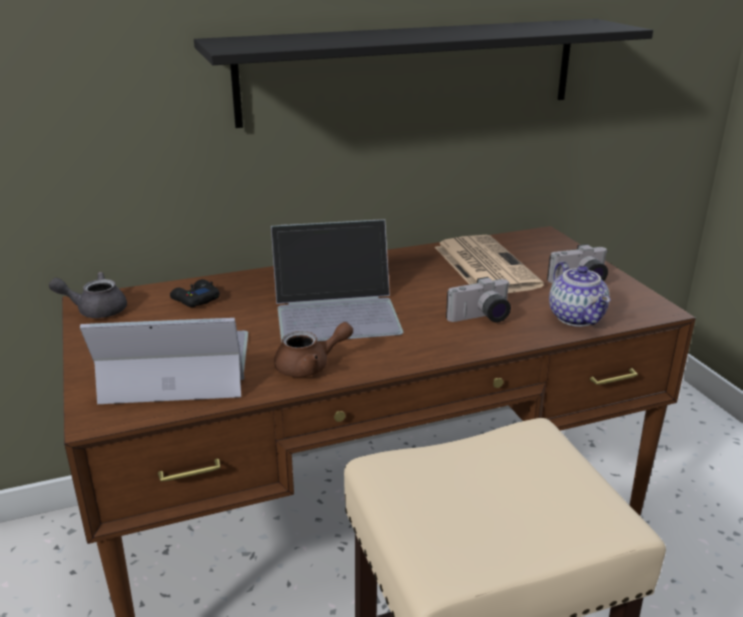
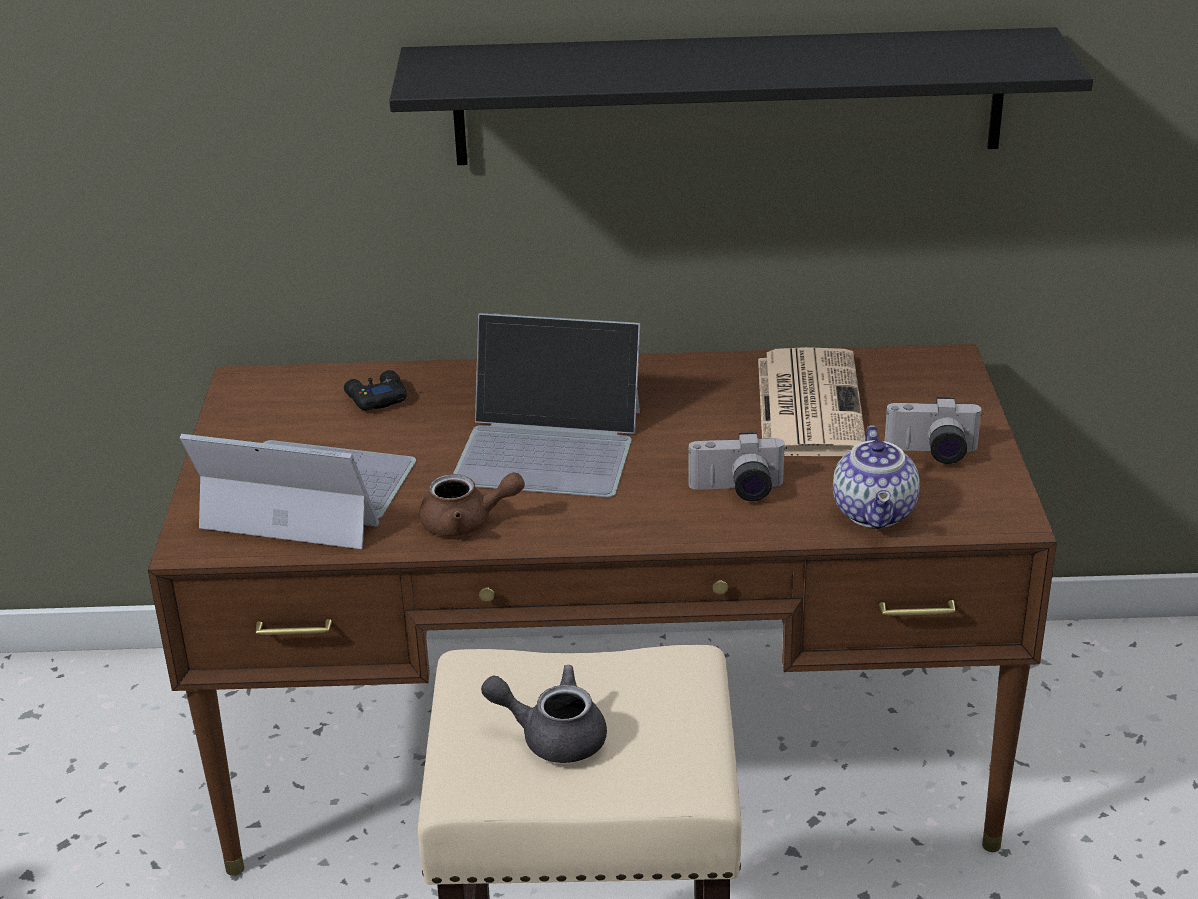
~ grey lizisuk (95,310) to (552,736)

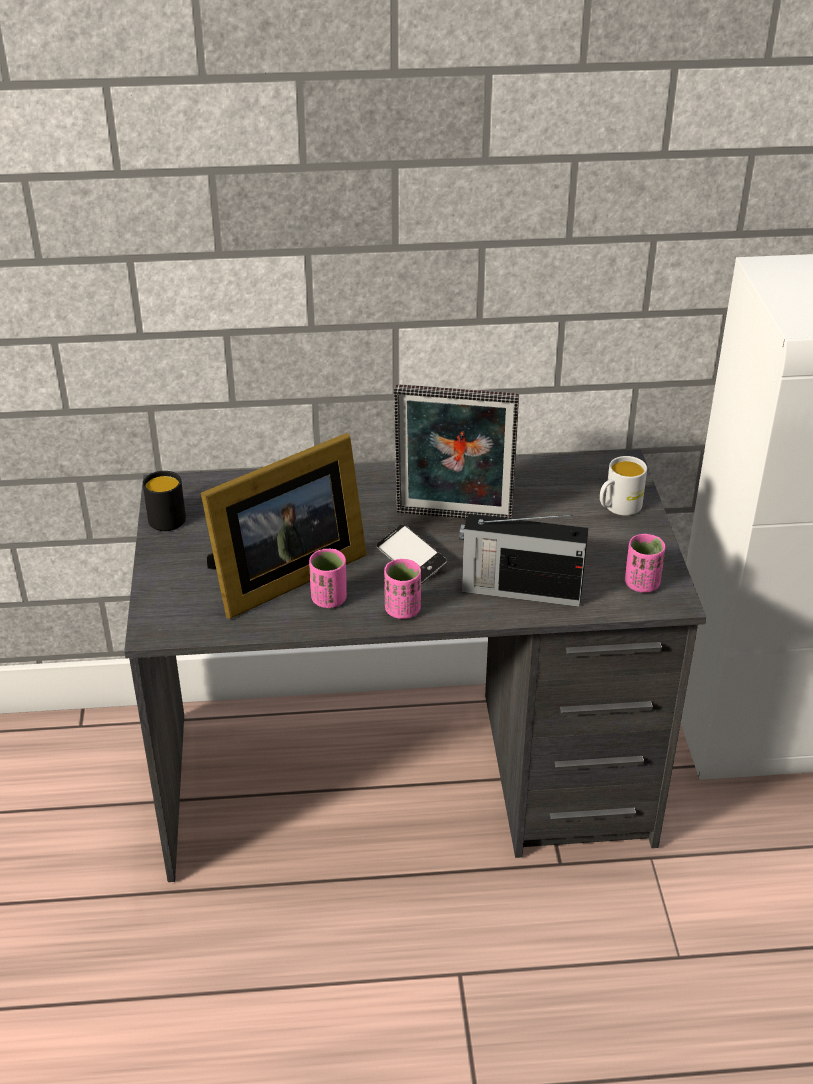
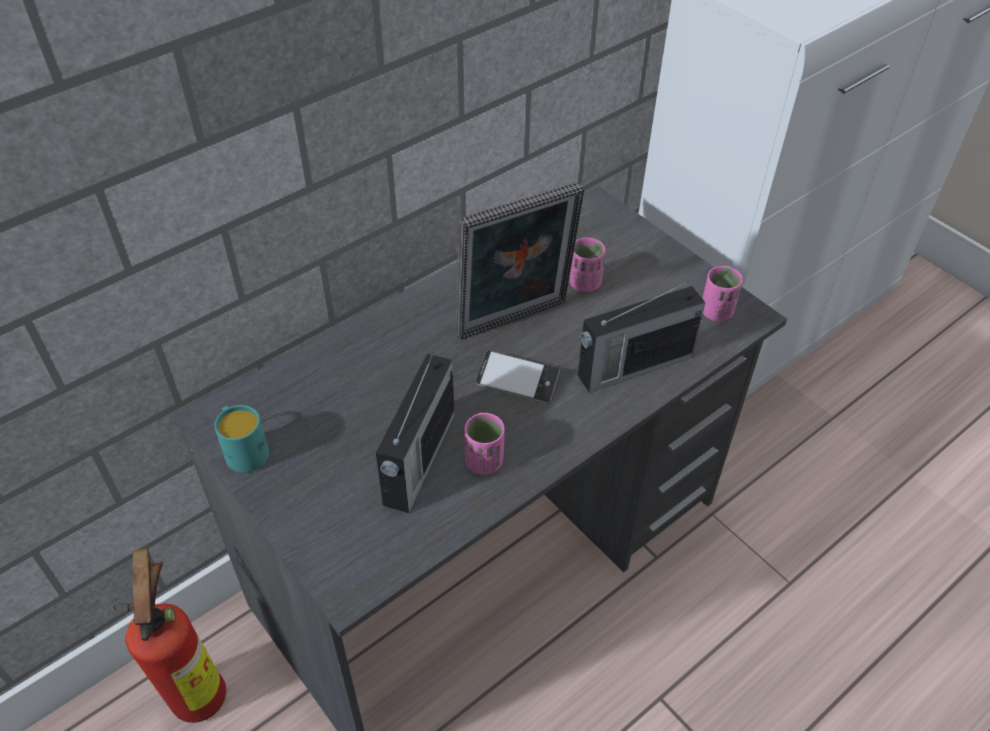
+ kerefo (200,689)
~ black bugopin (168,516) to turquoise bugopin (244,450)
~ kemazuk (281,576) to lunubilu (418,460)
~ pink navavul (402,610) to (584,283)
- white bugopin (618,507)

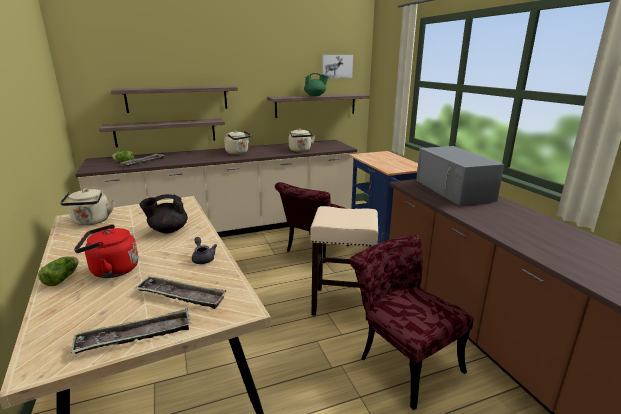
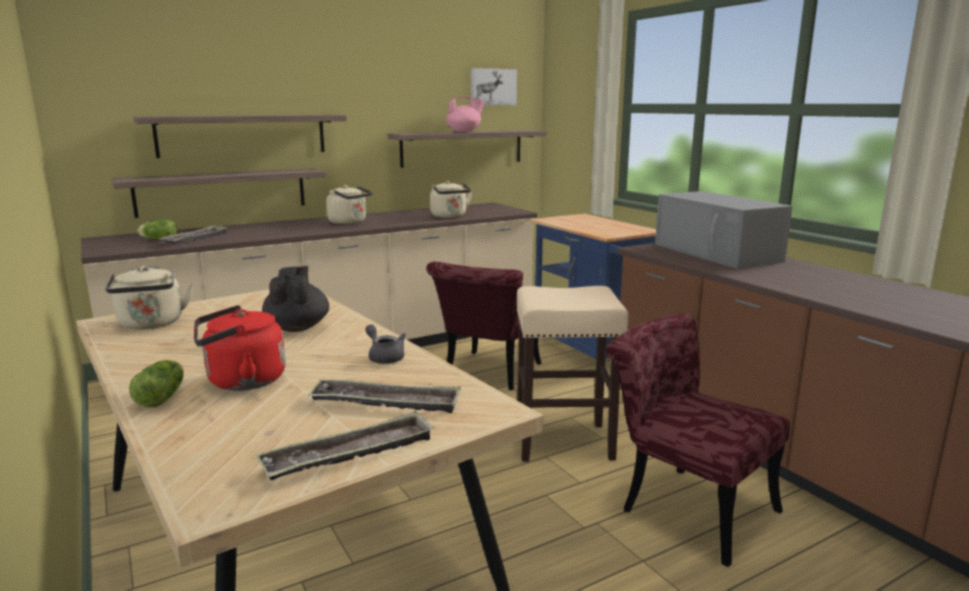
~ black lizisuk (168,230) = (297,327) 120 degrees clockwise
~ green lizisuk (315,96) to pink lizisuk (464,132)

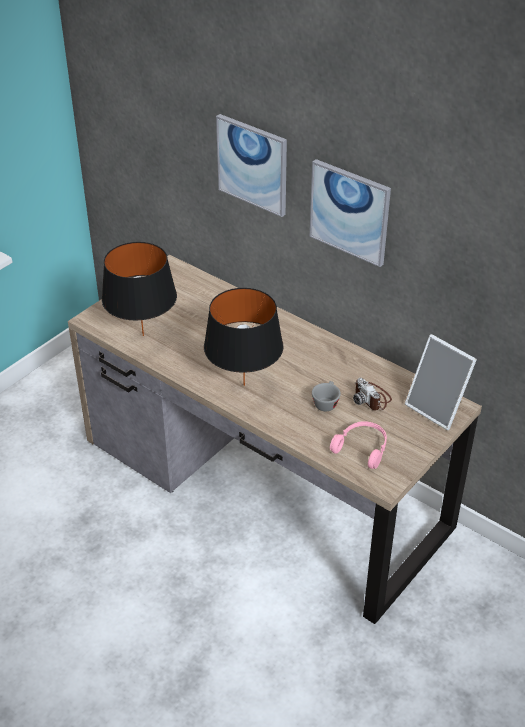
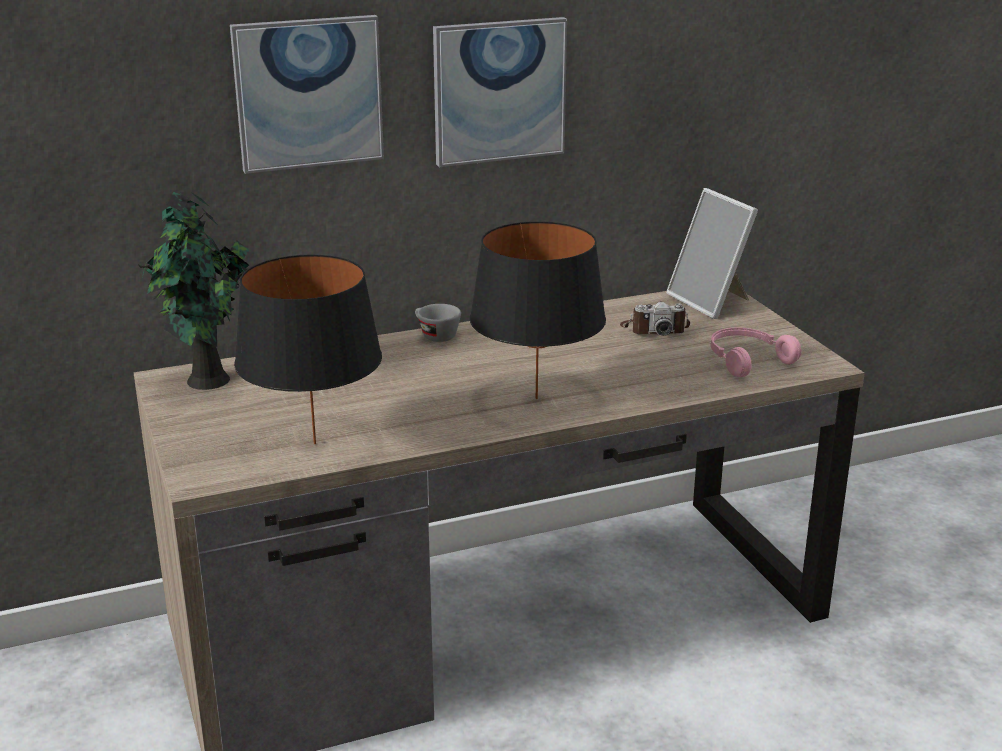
+ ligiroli (209,382)
~ grey navavul (326,402) to (434,335)
~ kemazuk (438,408) = (711,302) 75 degrees clockwise

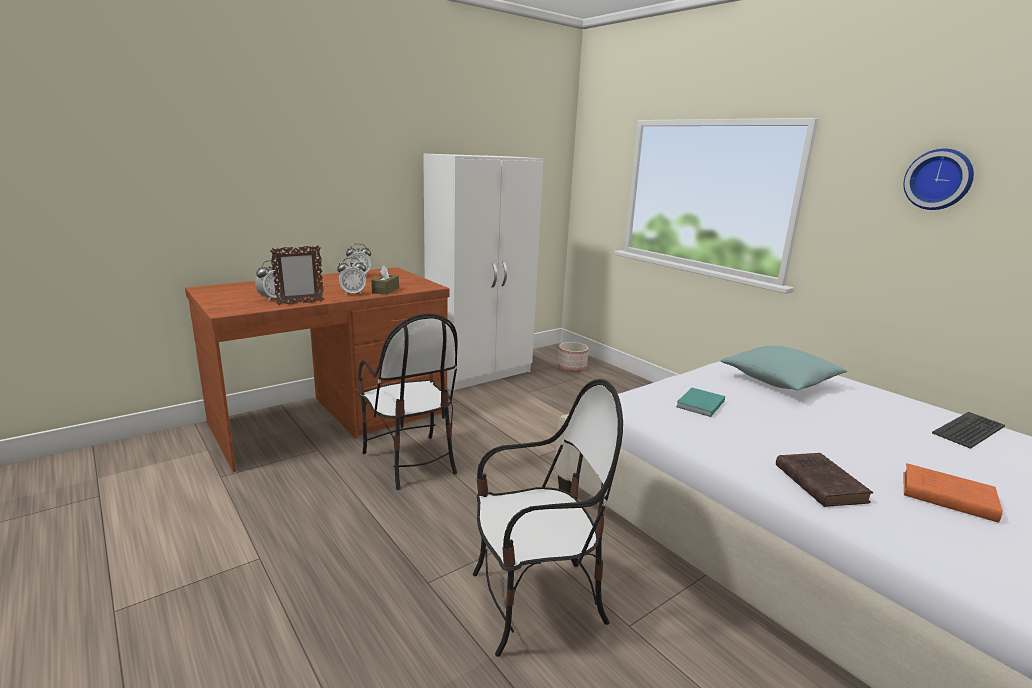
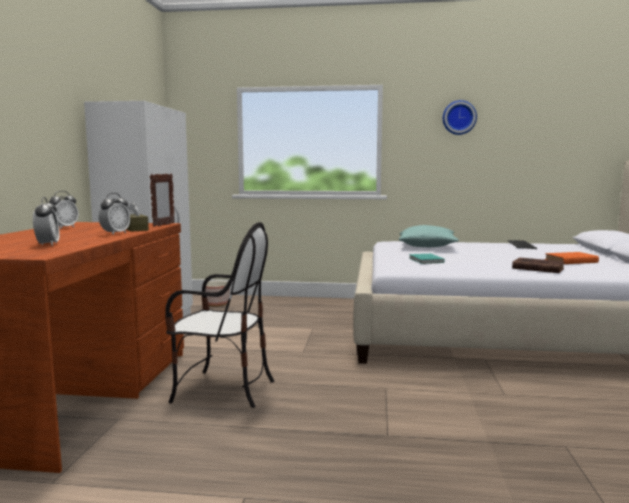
~ kemazuk (300,303) to (163,225)
- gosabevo (536,603)

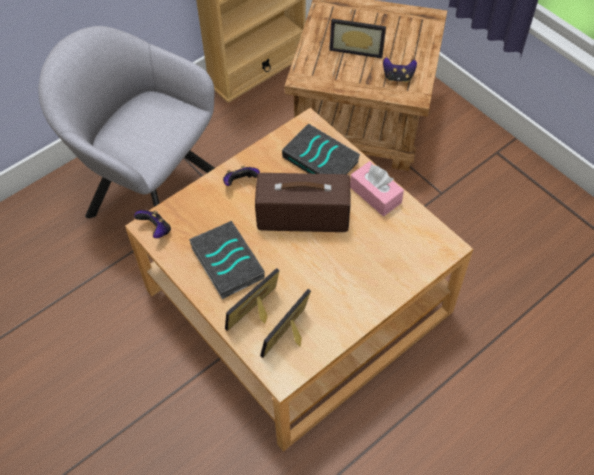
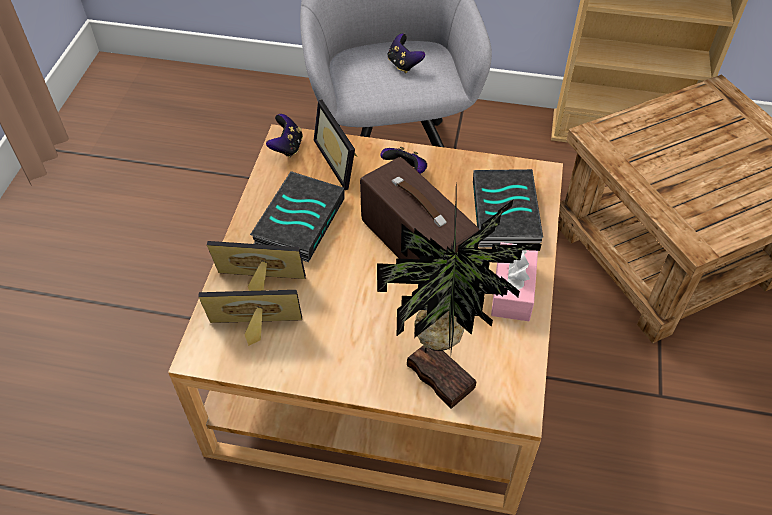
~ kemazuk (357,48) to (342,160)
+ ligiroli (442,373)
~ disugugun (398,77) to (404,64)

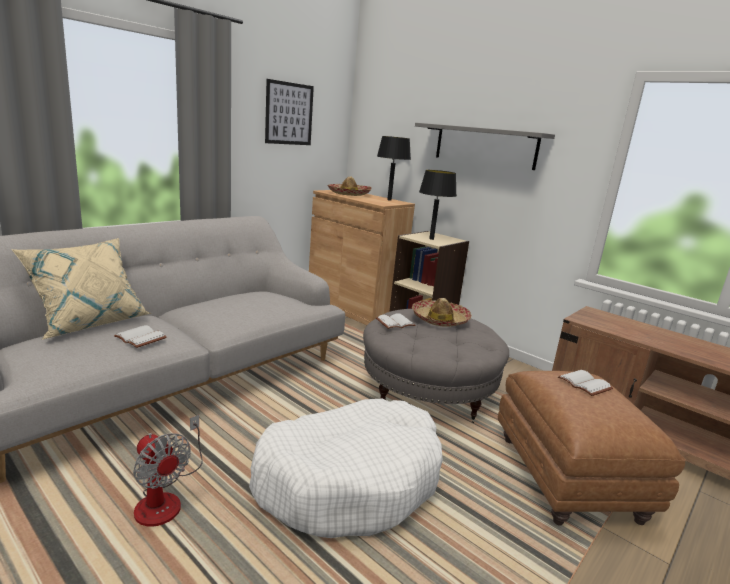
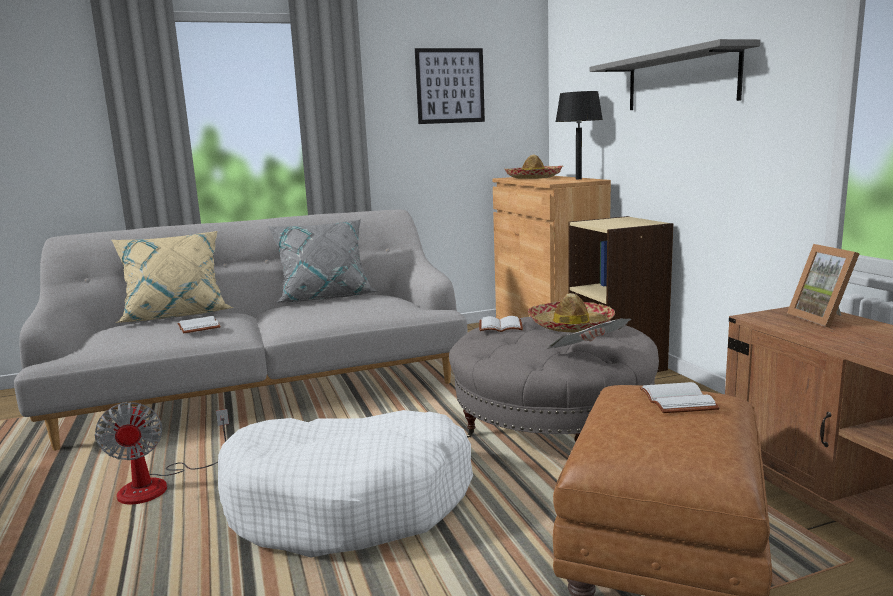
+ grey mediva (325,297)
+ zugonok (587,355)
+ kemazuk (824,319)
- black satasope (431,239)

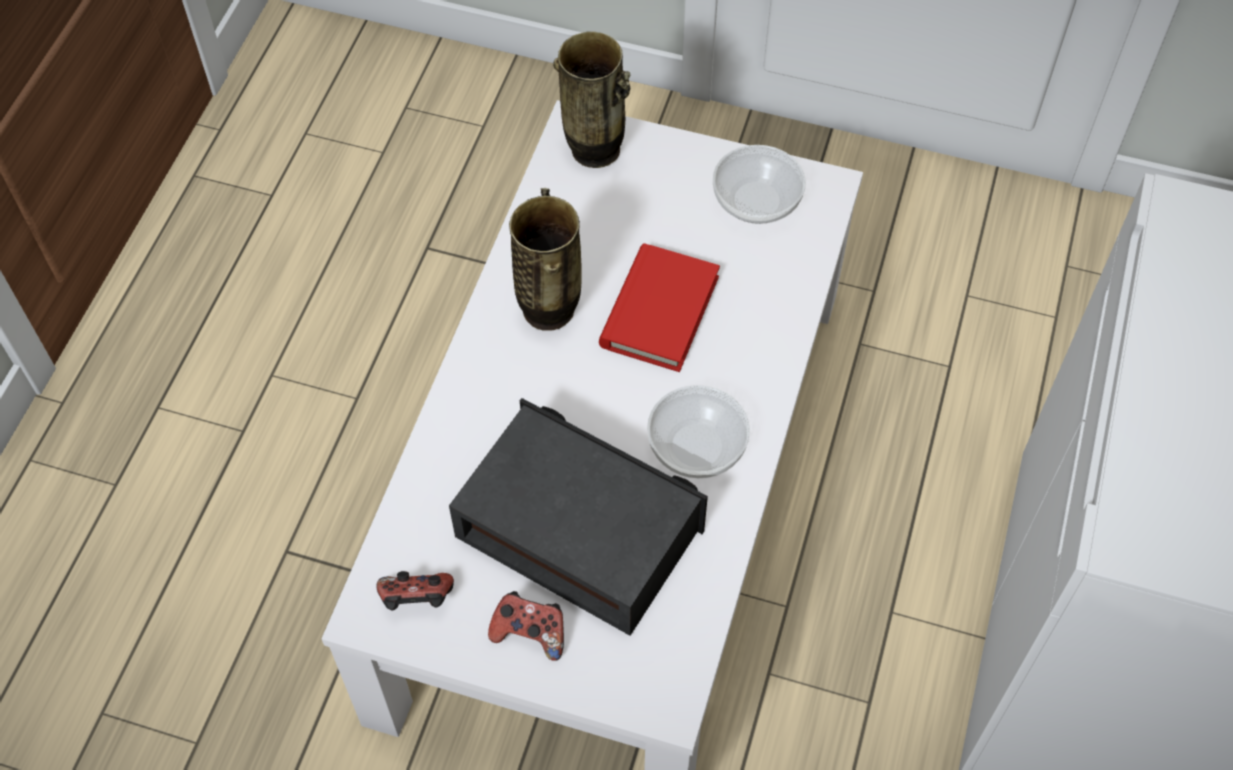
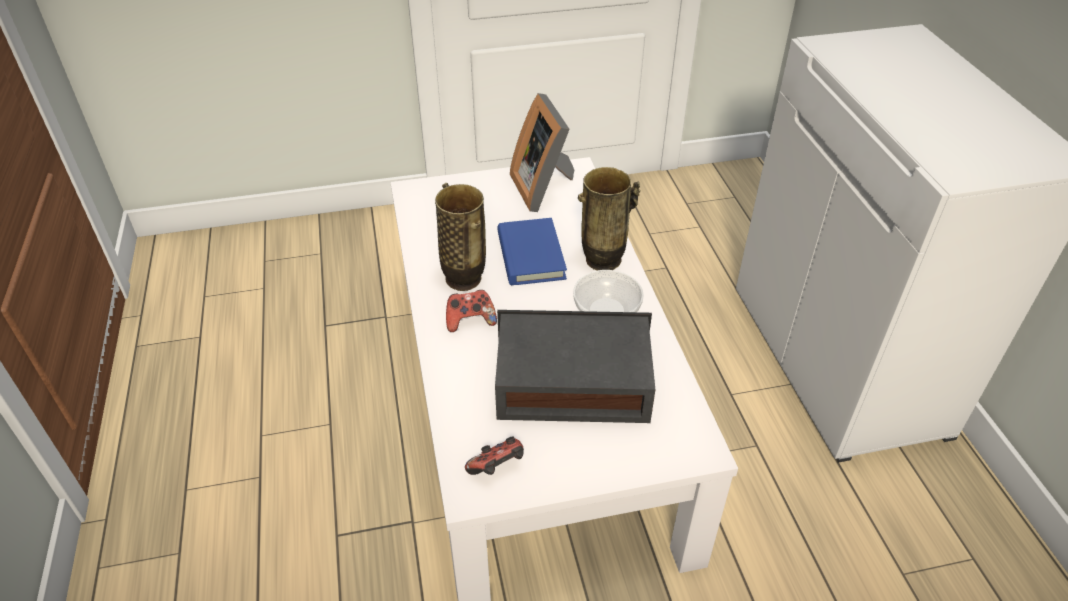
~ disugugun (530,633) to (470,321)
~ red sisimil (659,311) to blue sisimil (530,255)
~ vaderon (757,202) to kemazuk (544,188)
~ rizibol (595,151) to (603,261)

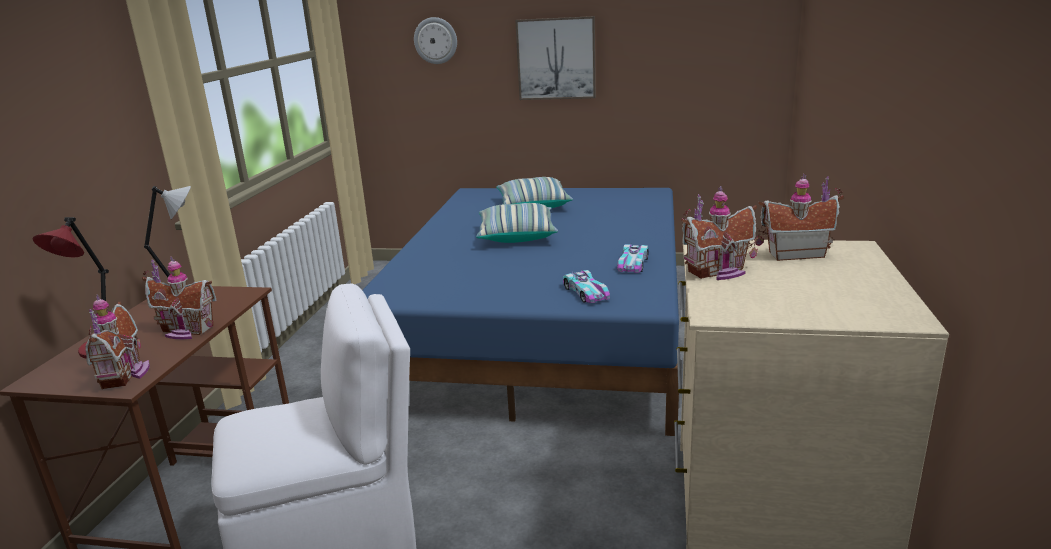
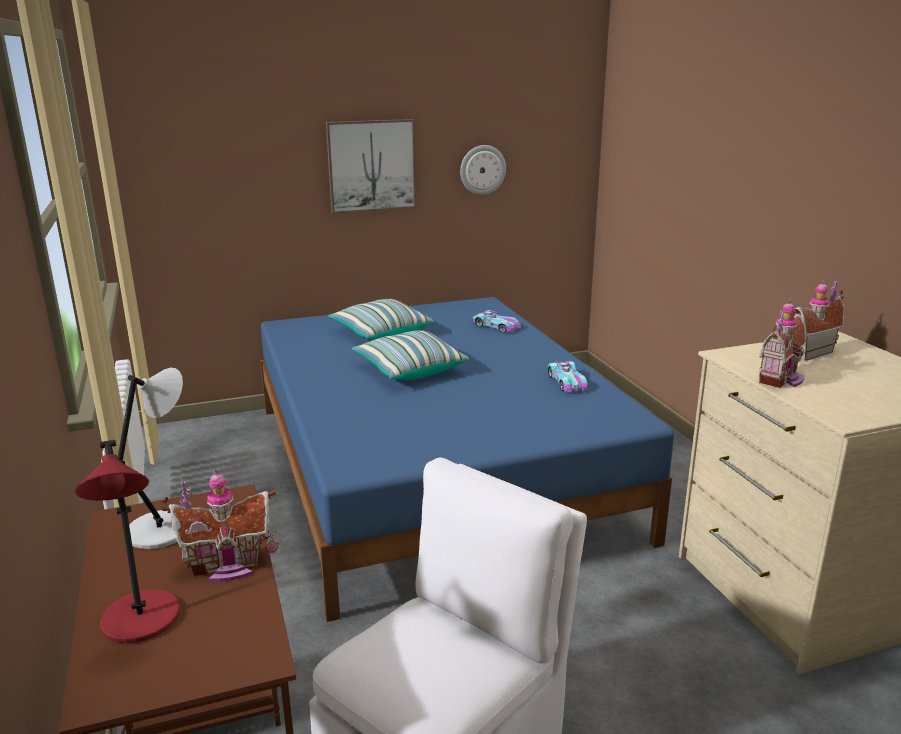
~ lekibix (435,40) to (482,169)
~ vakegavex (586,292) to (496,326)
- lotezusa (127,373)

